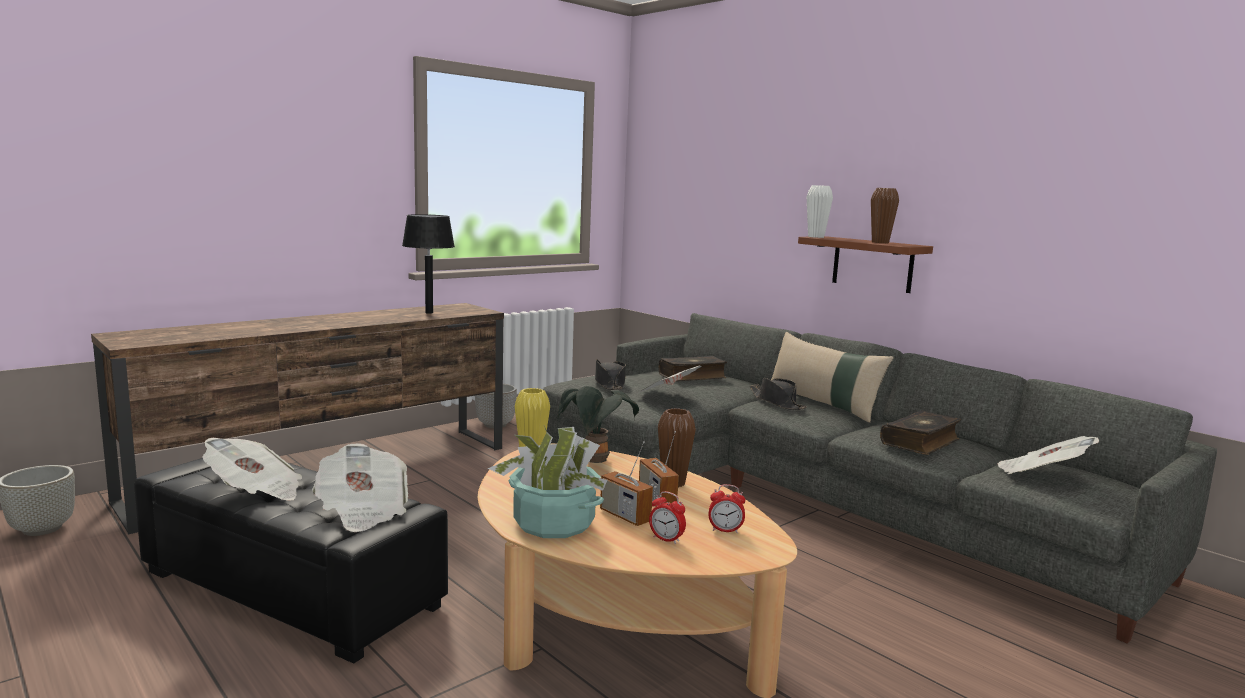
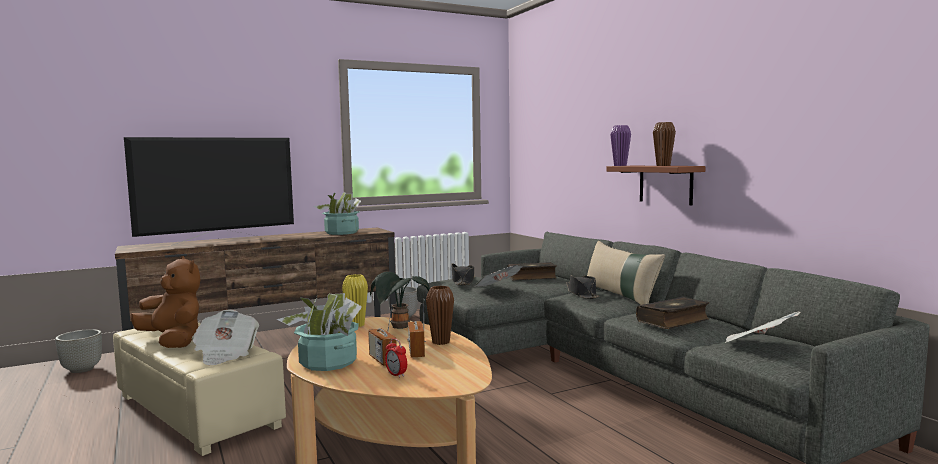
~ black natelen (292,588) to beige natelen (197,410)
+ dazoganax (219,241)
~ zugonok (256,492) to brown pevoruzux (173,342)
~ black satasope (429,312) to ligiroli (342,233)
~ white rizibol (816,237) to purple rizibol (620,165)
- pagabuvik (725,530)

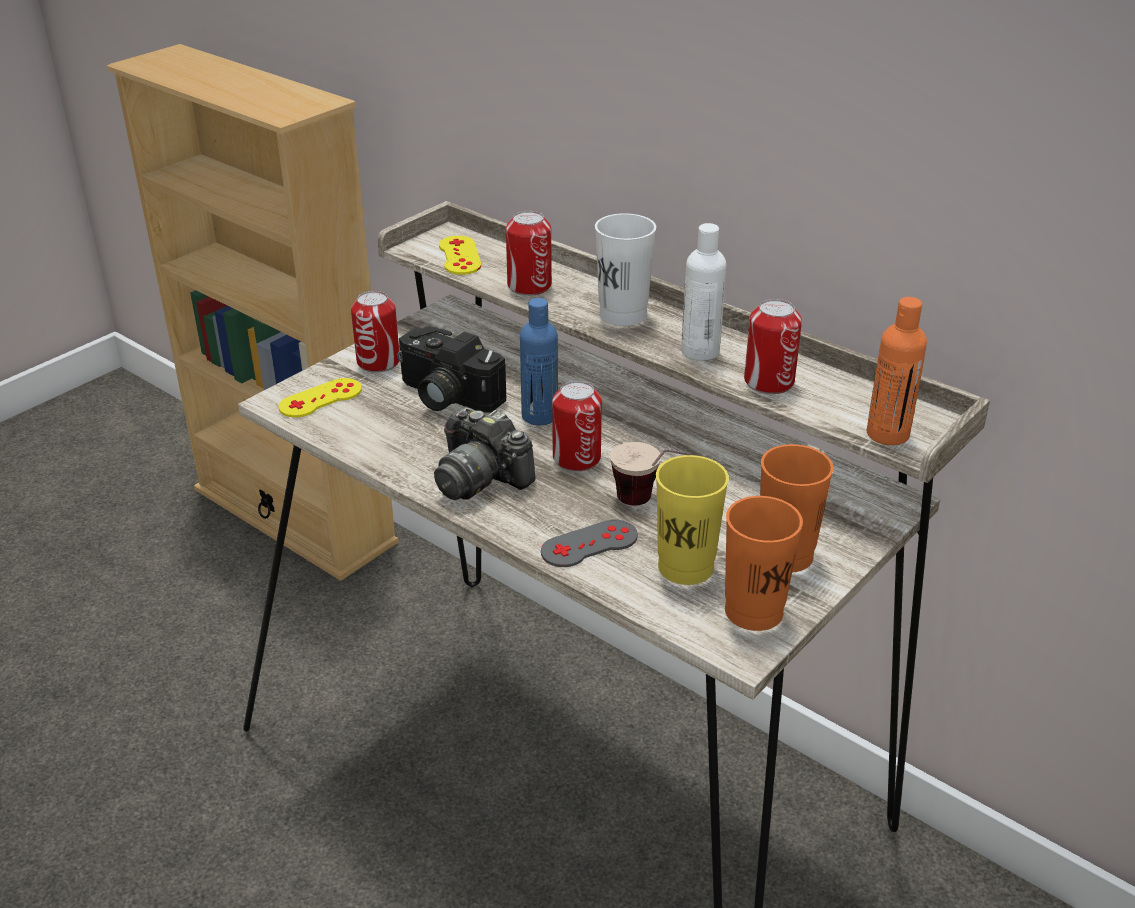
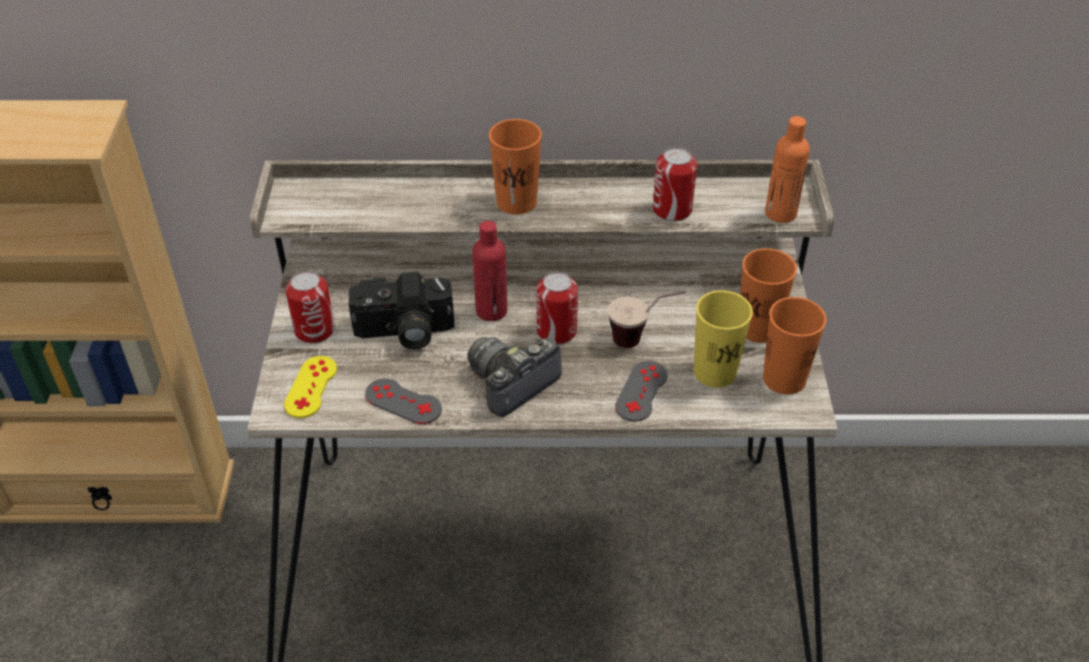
+ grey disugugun (403,401)
~ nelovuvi (480,477) = (512,384) 135 degrees clockwise
~ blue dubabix (540,416) to red dubabix (491,311)
~ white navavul (623,315) to orange navavul (516,202)
- yellow disugugun (459,256)
- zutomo (529,286)
- white dubabix (700,351)

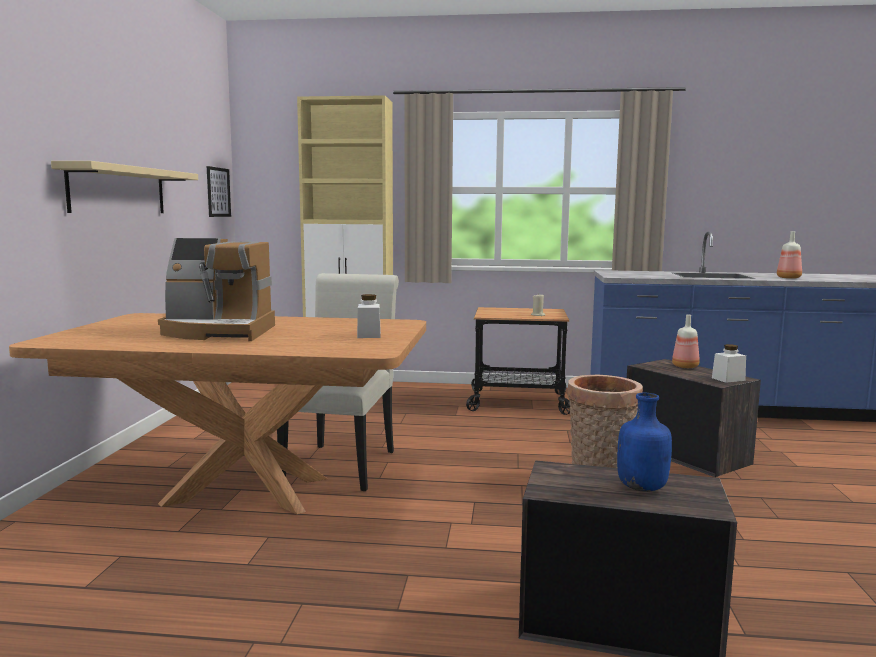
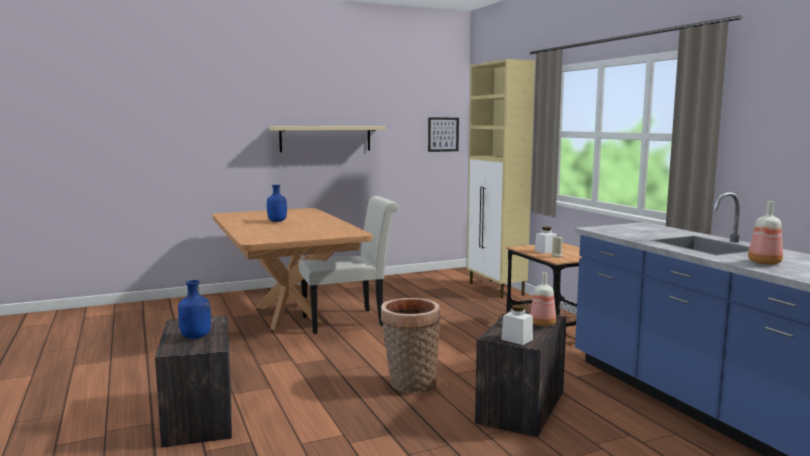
~ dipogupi (219,332) to blue dubabix (277,221)
~ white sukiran (369,335) to (545,251)

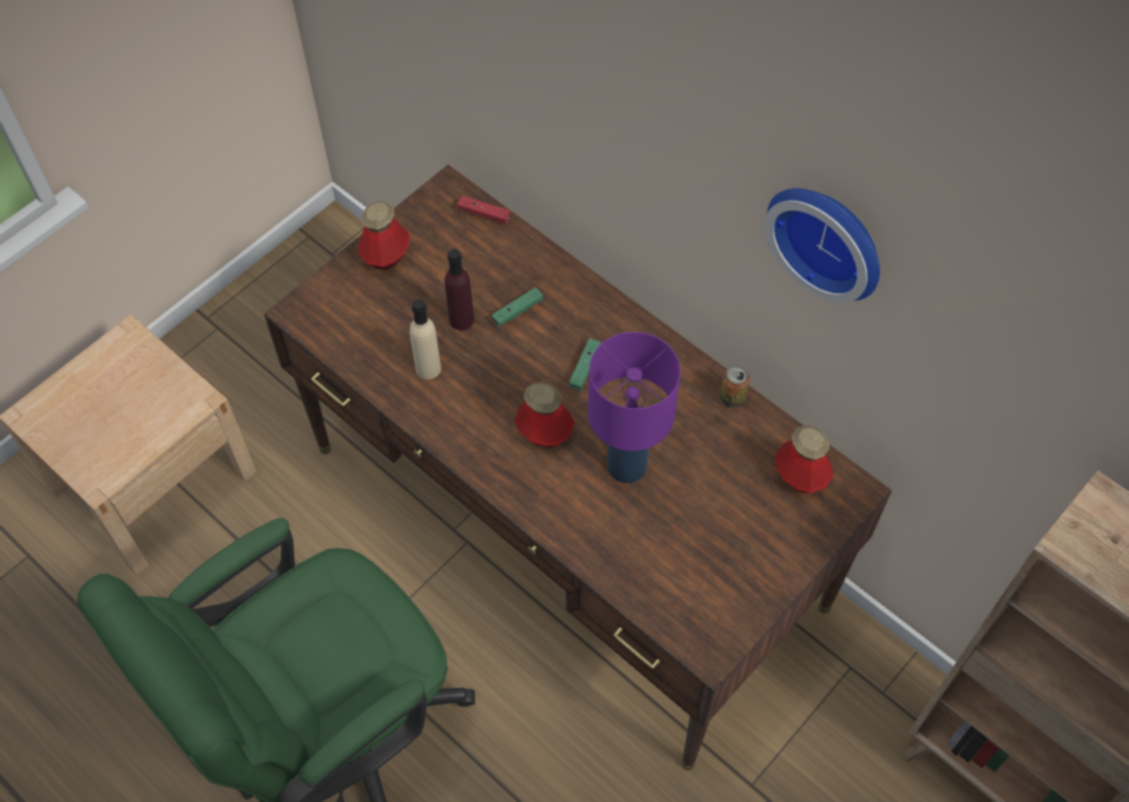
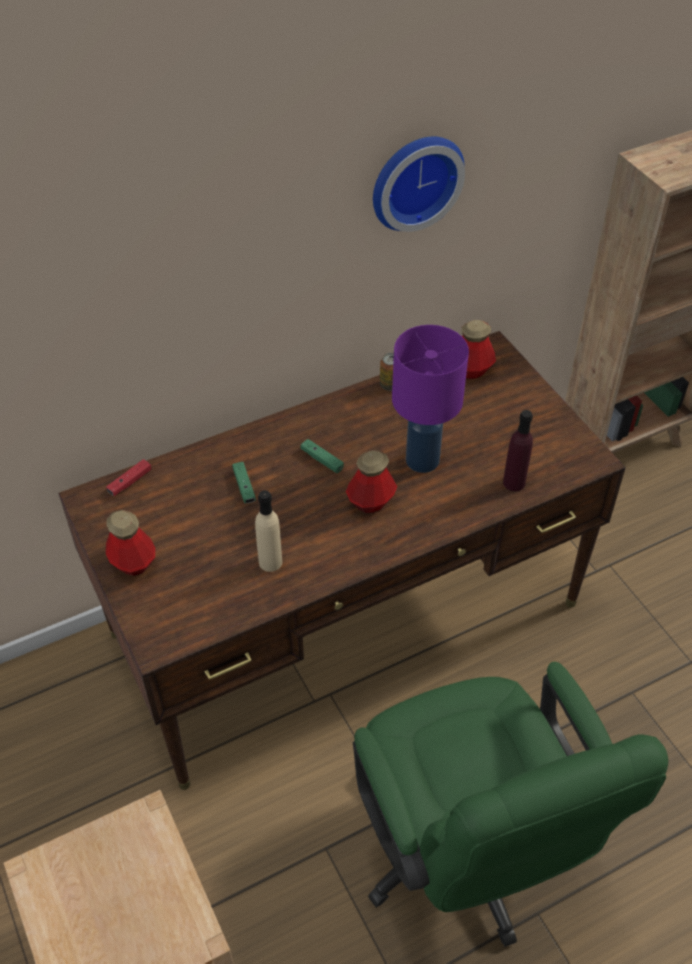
~ purple dubabix (461,320) to (514,482)

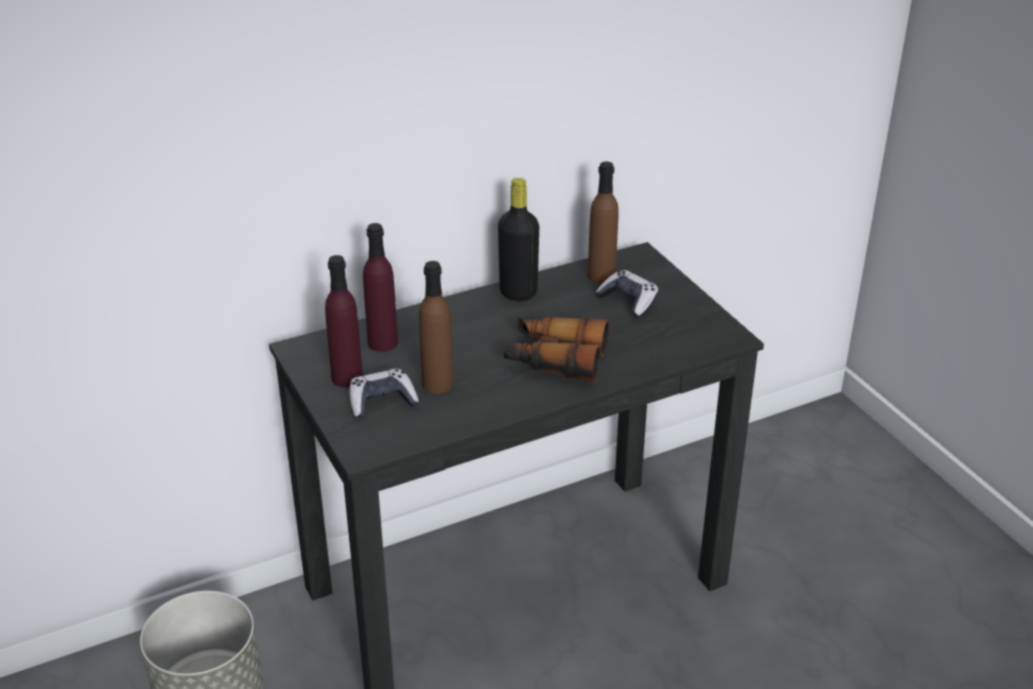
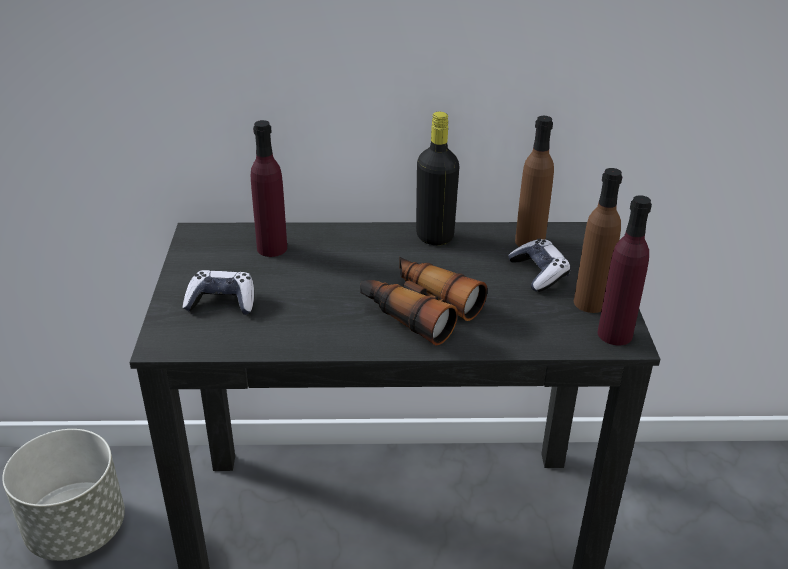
~ brown dubabix (437,384) to (590,303)
~ purple dubabix (347,378) to (615,334)

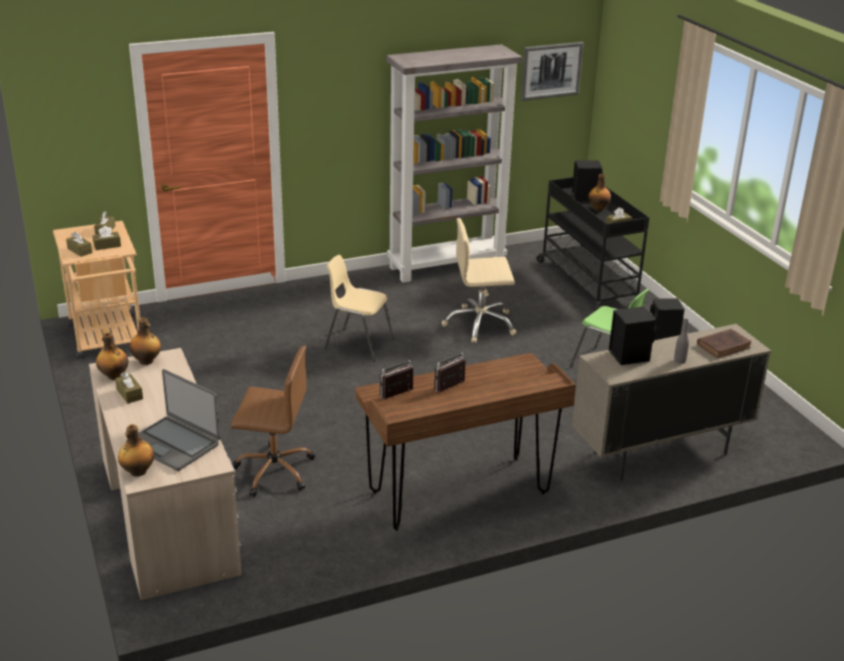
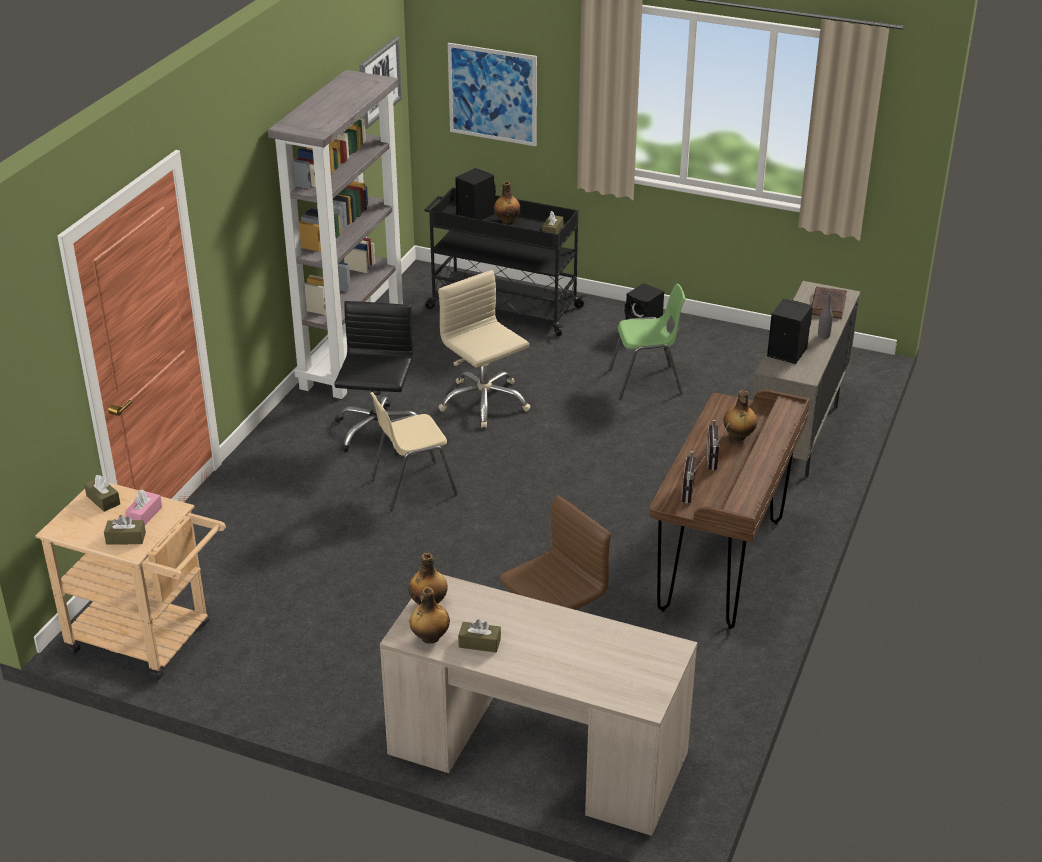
~ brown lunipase (107,245) to pink lunipase (144,515)
+ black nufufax (378,431)
~ beige nufufax (480,324) = (484,402) 105 degrees clockwise
+ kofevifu (492,94)
~ dubabix (137,472) to (738,437)
- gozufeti (174,444)

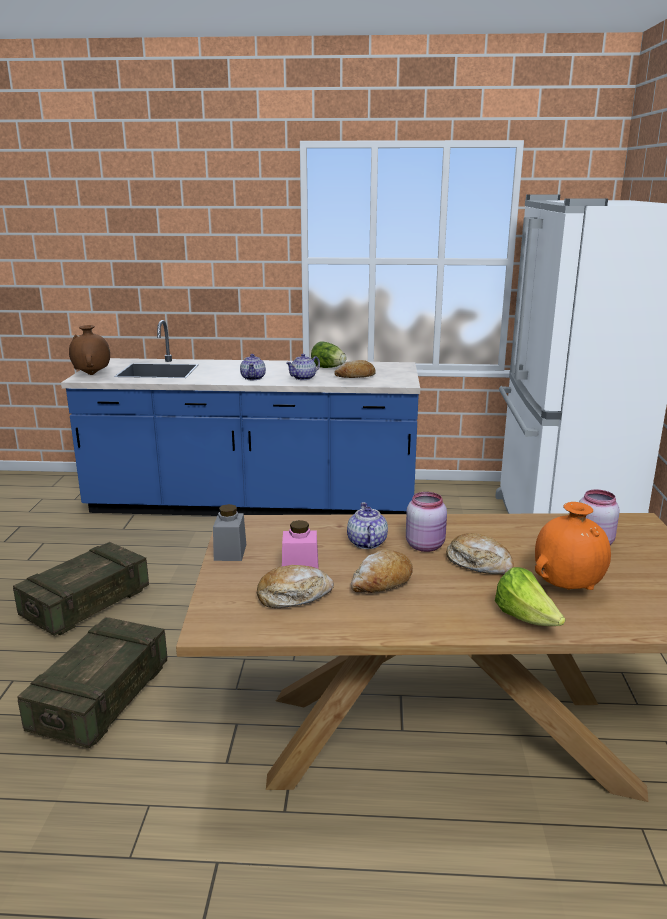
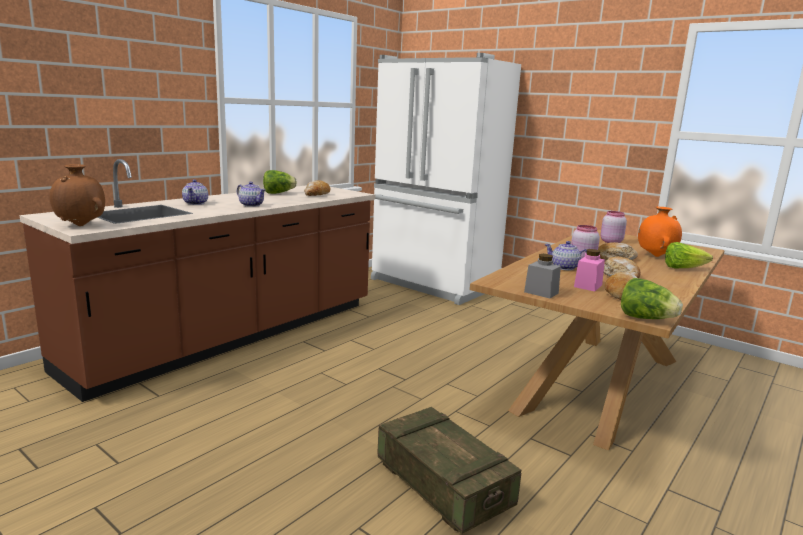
~ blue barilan (253,504) to brown barilan (232,335)
~ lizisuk (303,378) to (196,203)
+ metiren (646,319)
- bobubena (86,604)

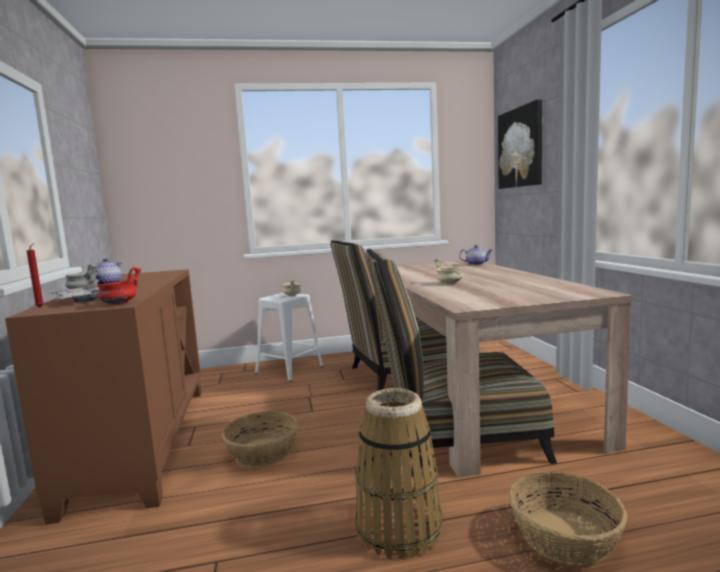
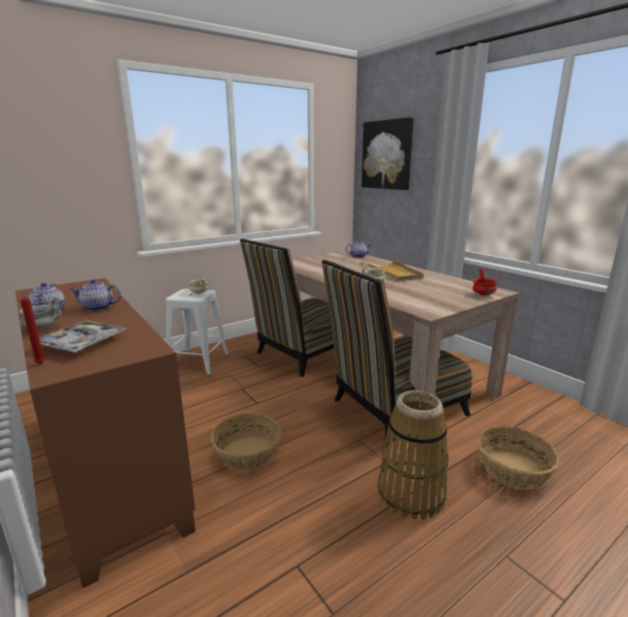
+ lizisuk (97,308)
+ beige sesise (394,273)
~ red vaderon (119,304) to (482,294)

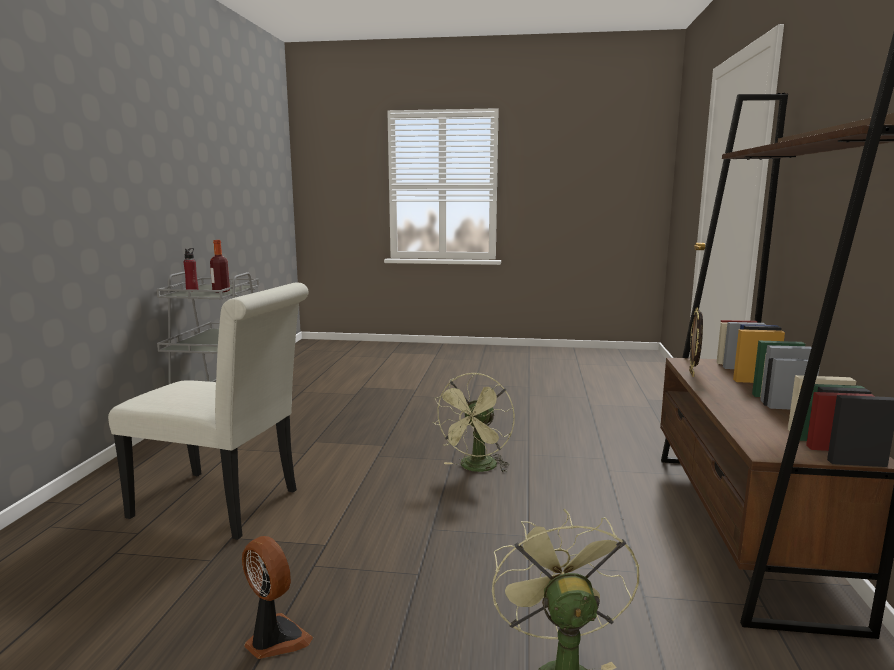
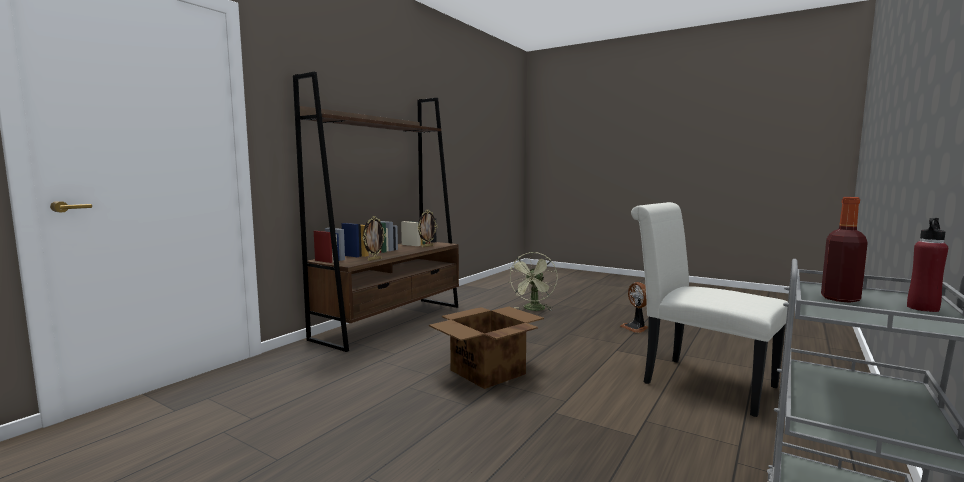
+ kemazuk (427,246)
~ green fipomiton (476,468) to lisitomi (486,372)

